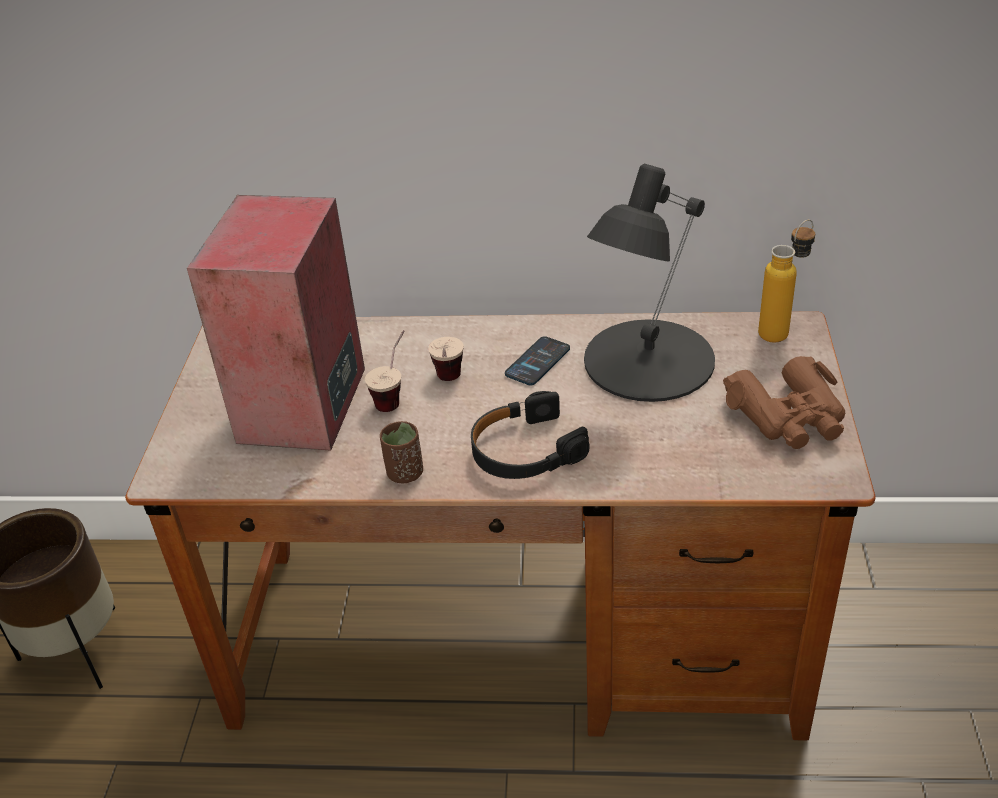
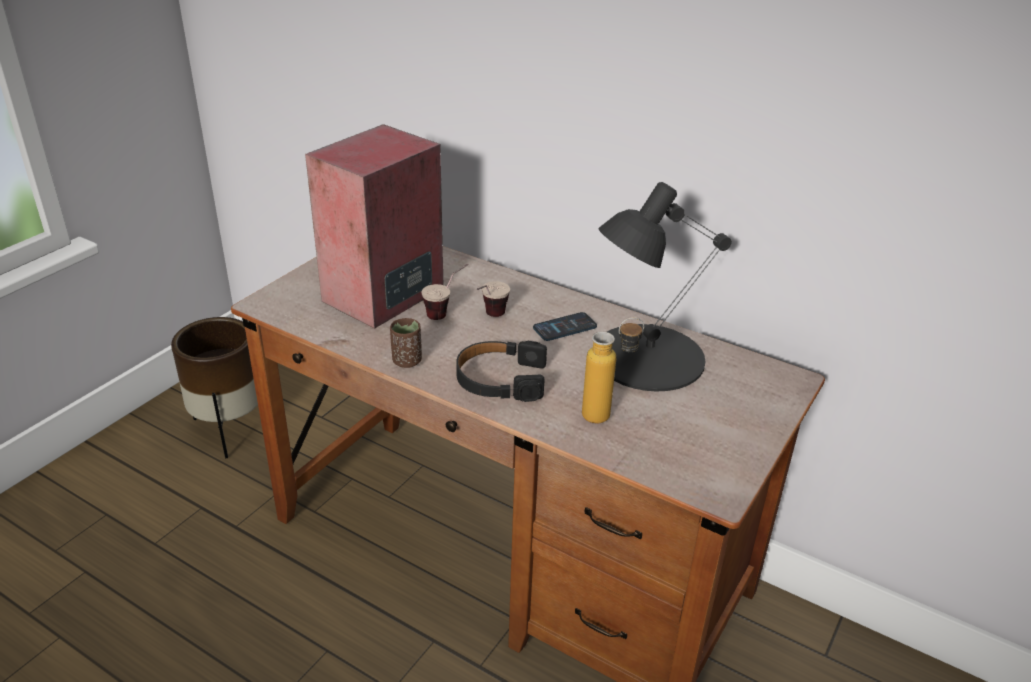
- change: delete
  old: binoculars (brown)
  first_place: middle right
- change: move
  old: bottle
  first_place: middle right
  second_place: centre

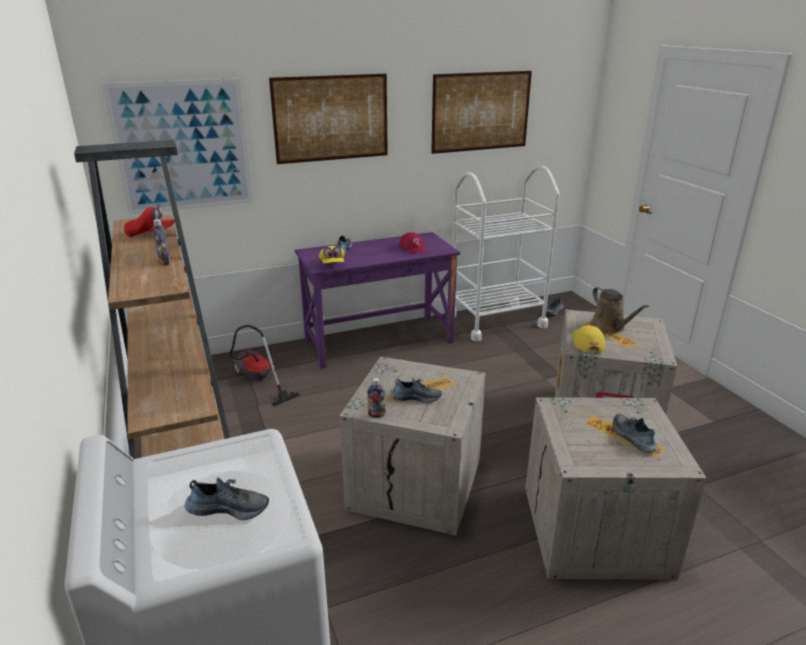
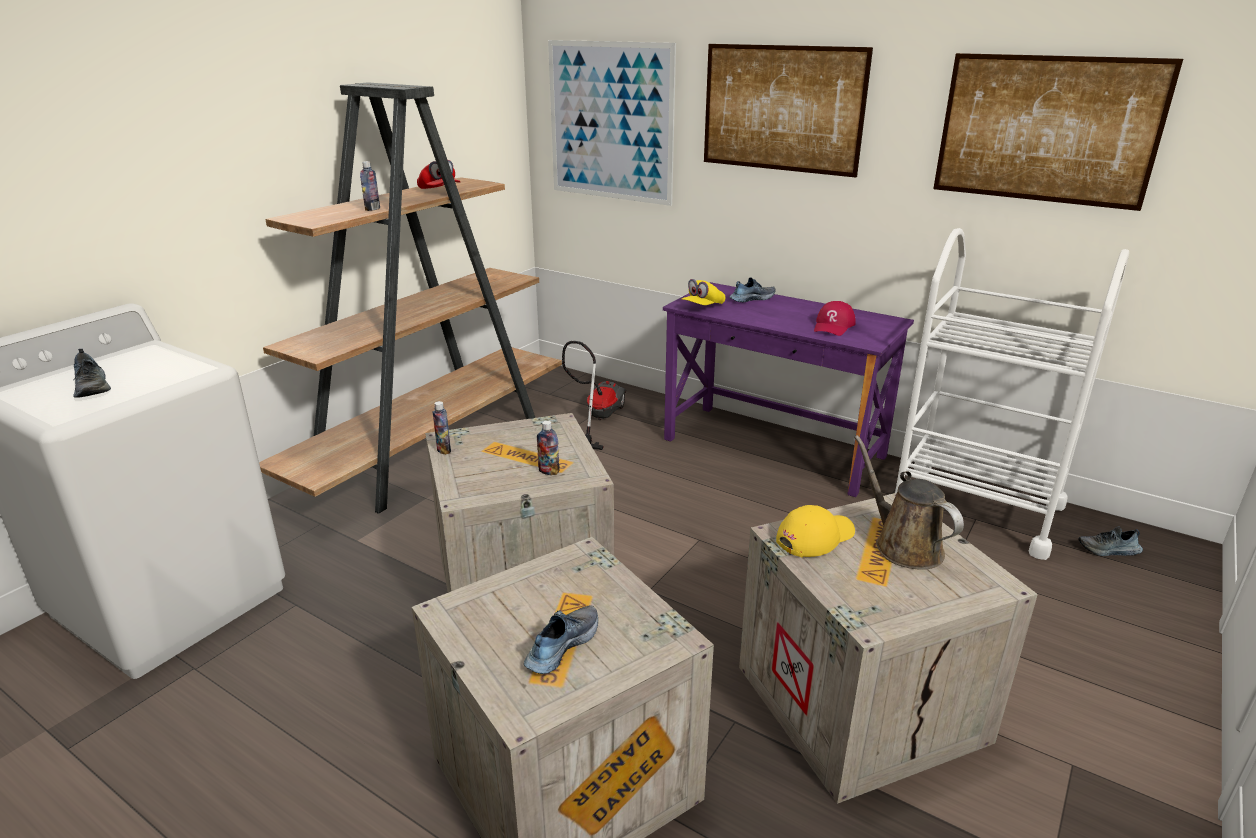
- change: delete
  old: shoe (3rd from left)
  first_place: centre
- change: rotate
  old: watering can (brown)
  first_place: middle right
  second_place: middle right
  degrees: 120
- change: insert
  new: bottle (3rd from left)
  second_place: centre

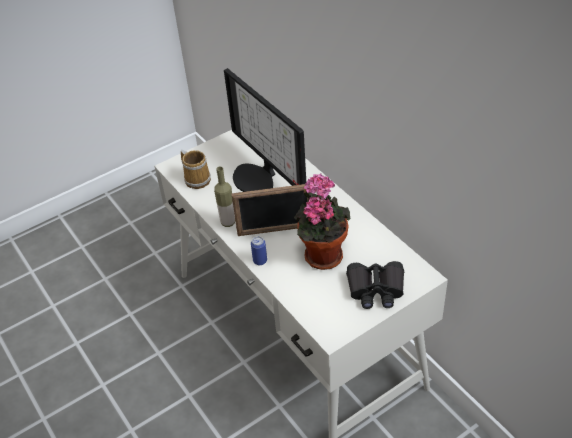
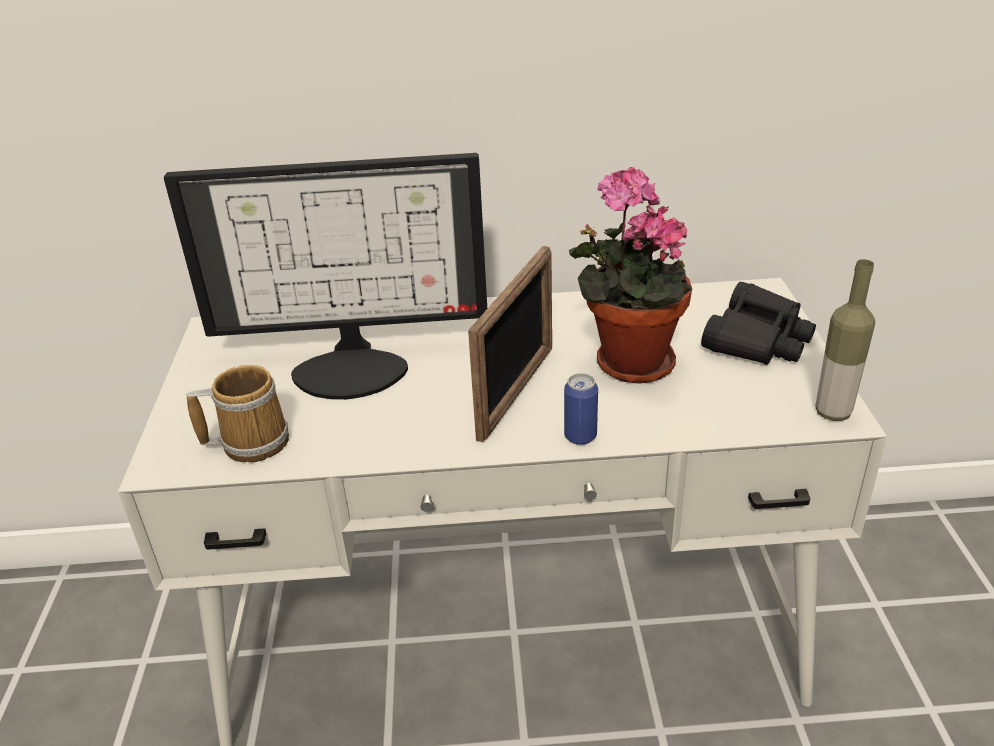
- change: move
  old: bottle
  first_place: centre
  second_place: middle right

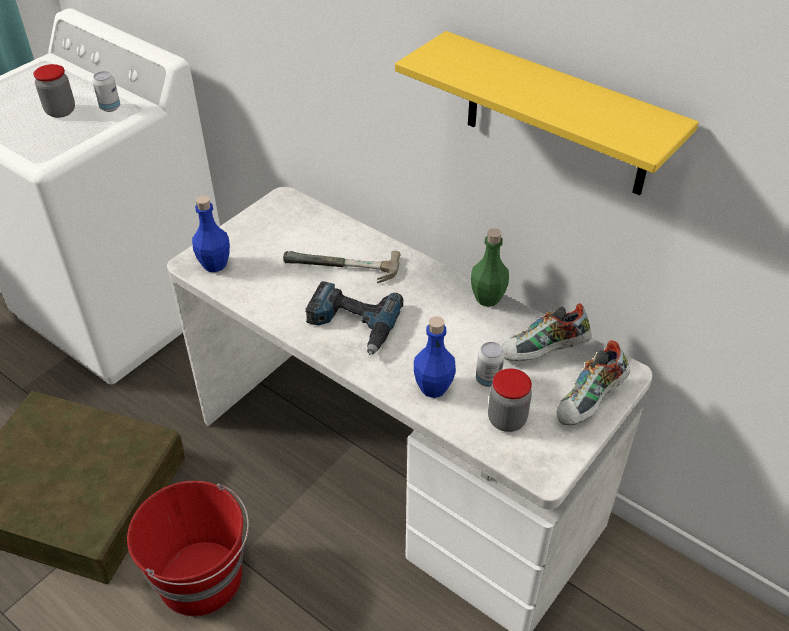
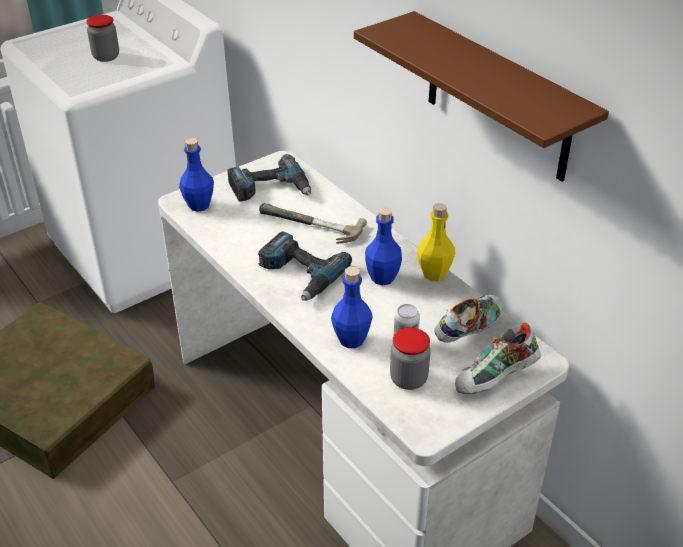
- change: delete
  old: can (1st from left)
  first_place: top left
- change: delete
  old: bucket (red)
  first_place: bottom left
- change: recolor
  old: shelf (yellow)
  new: shelf (brown)
  first_place: top right
  second_place: top right
- change: recolor
  old: bottle (green)
  new: bottle (yellow)
  first_place: centre
  second_place: centre
- change: rotate
  old: shoe (1st from left)
  first_place: middle right
  second_place: middle right
  degrees: 135
- change: insert
  new: power drill (1st from left)
  second_place: top centre
- change: insert
  new: bottle (blue) (3rd from left)
  second_place: centre

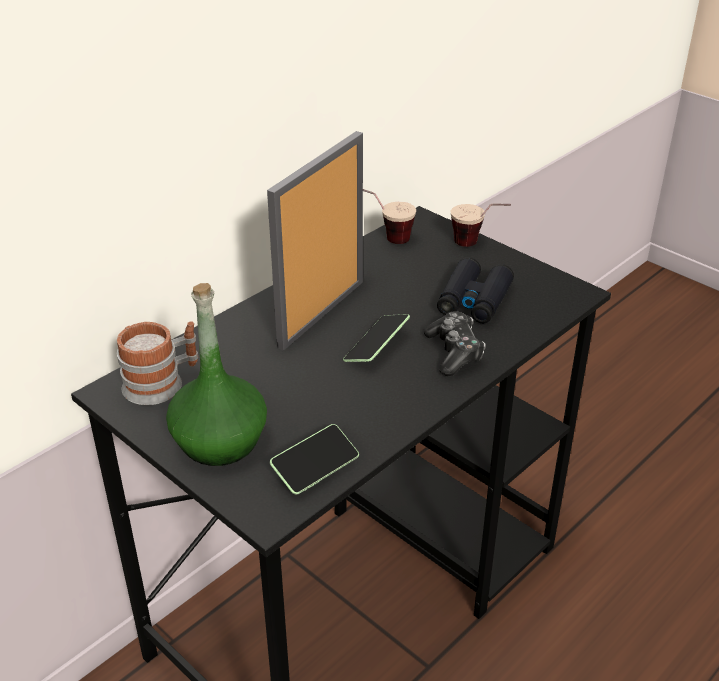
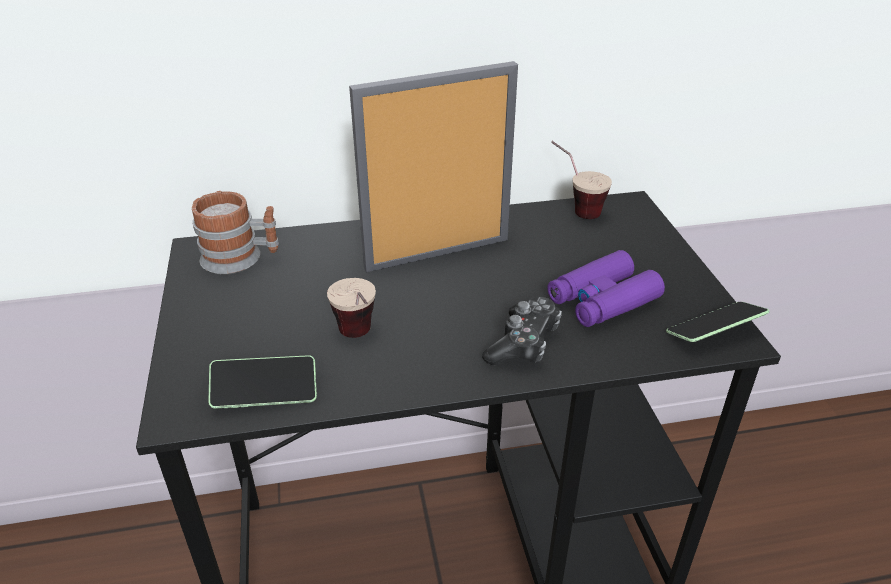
- change: delete
  old: bottle (green)
  first_place: middle left
- change: move
  old: phone (2nd from left)
  first_place: centre
  second_place: middle right
- change: recolor
  old: binoculars (black)
  new: binoculars (purple)
  first_place: centre
  second_place: middle right
- change: move
  old: cup (2nd from left in the first image)
  new: cup (1st from left)
  first_place: top right
  second_place: centre

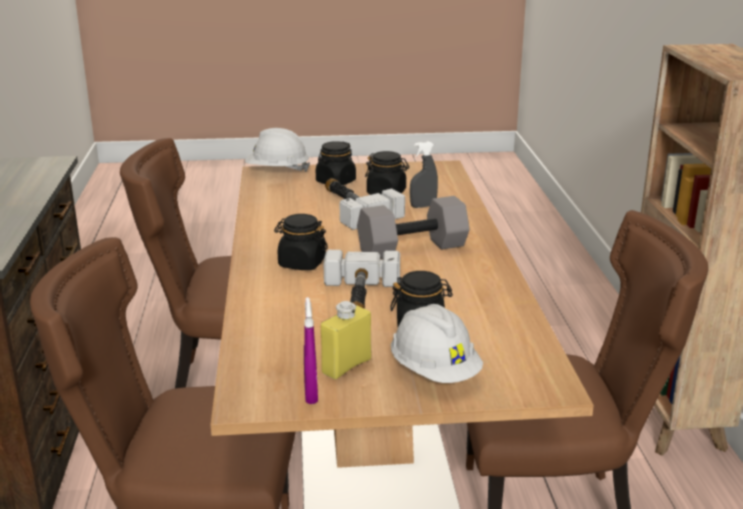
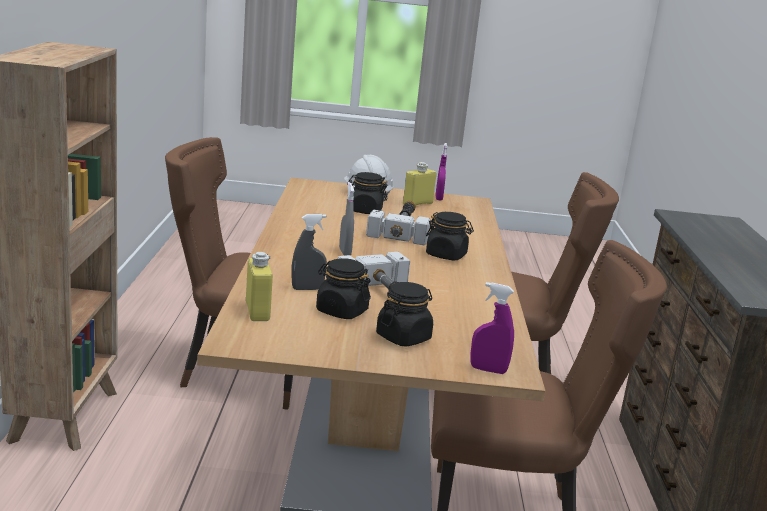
- change: replace
  old: hard hat (white) (1st from left)
  new: spray bottle (purple) (2nd from left)
  first_place: top centre
  second_place: centre
- change: replace
  old: dumbbell (grey)
  new: spray bottle (grey) (2nd from left)
  first_place: centre
  second_place: centre
- change: insert
  new: bottle (yellow) (1st from left)
  second_place: centre

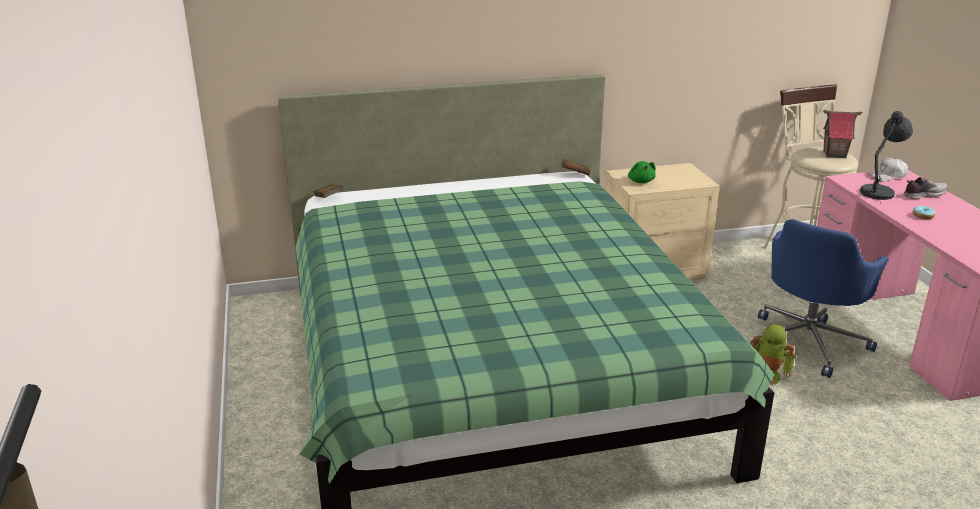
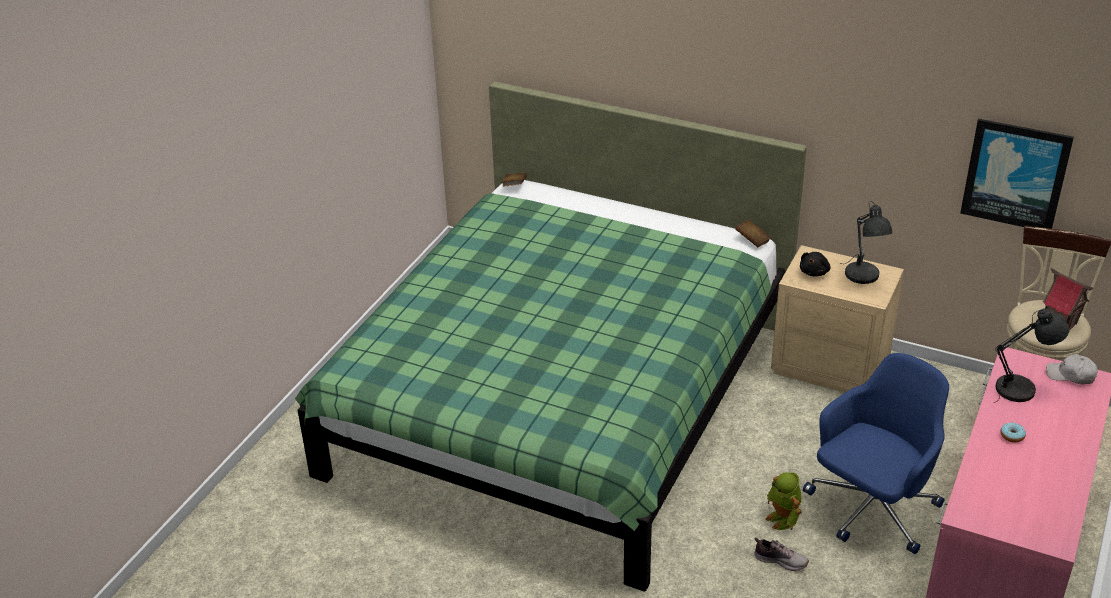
- change: recolor
  old: plush toy (green)
  new: plush toy (black)
  first_place: centre
  second_place: middle right
- change: rotate
  old: office chair (blue)
  first_place: middle right
  second_place: bottom right
  degrees: 150
- change: move
  old: shoe
  first_place: middle right
  second_place: bottom right
- change: insert
  new: table lamp (grey) (1st from left)
  second_place: middle right
- change: insert
  new: picture
  second_place: top right

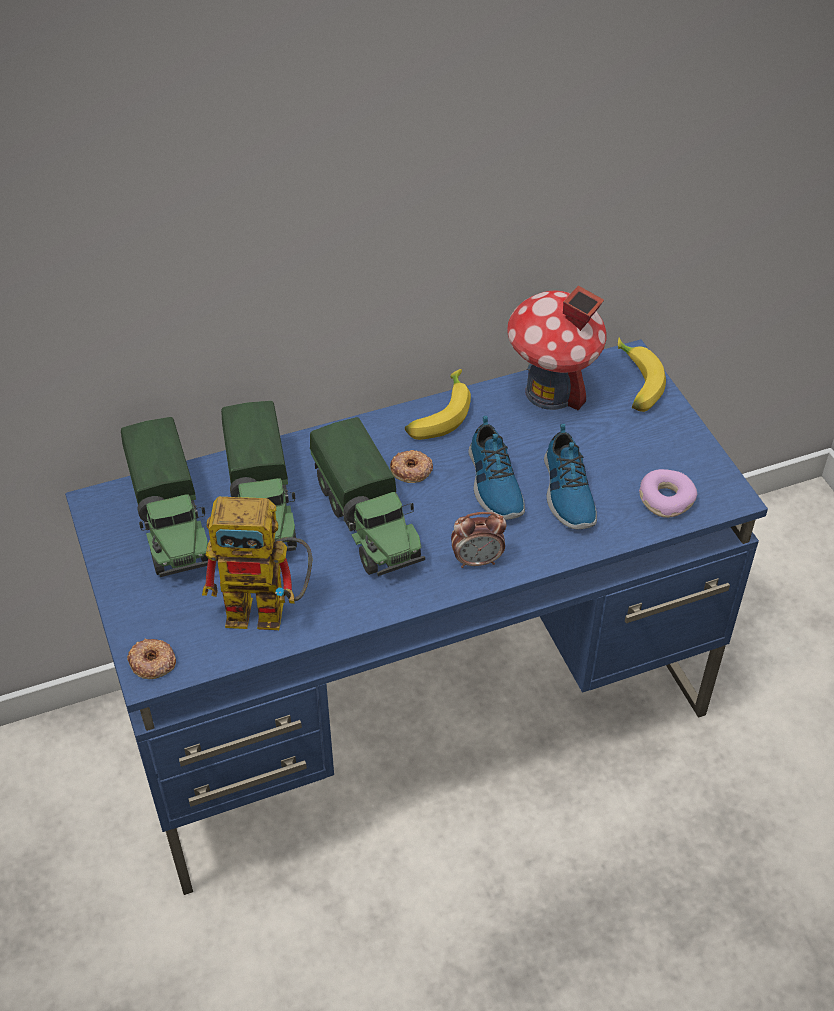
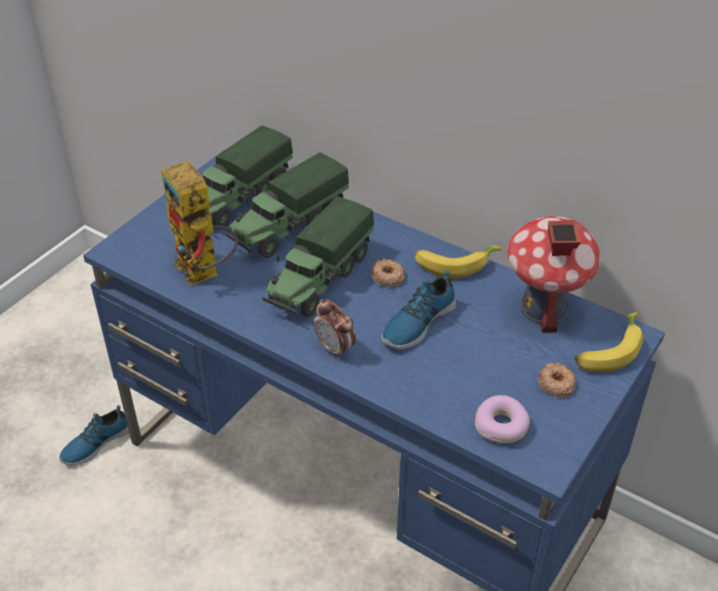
- change: move
  old: donut (1st from left in the first image)
  new: donut (3rd from left)
  first_place: middle left
  second_place: middle right
- change: move
  old: shoe (2nd from left in the first image)
  new: shoe (1st from left)
  first_place: middle right
  second_place: bottom left

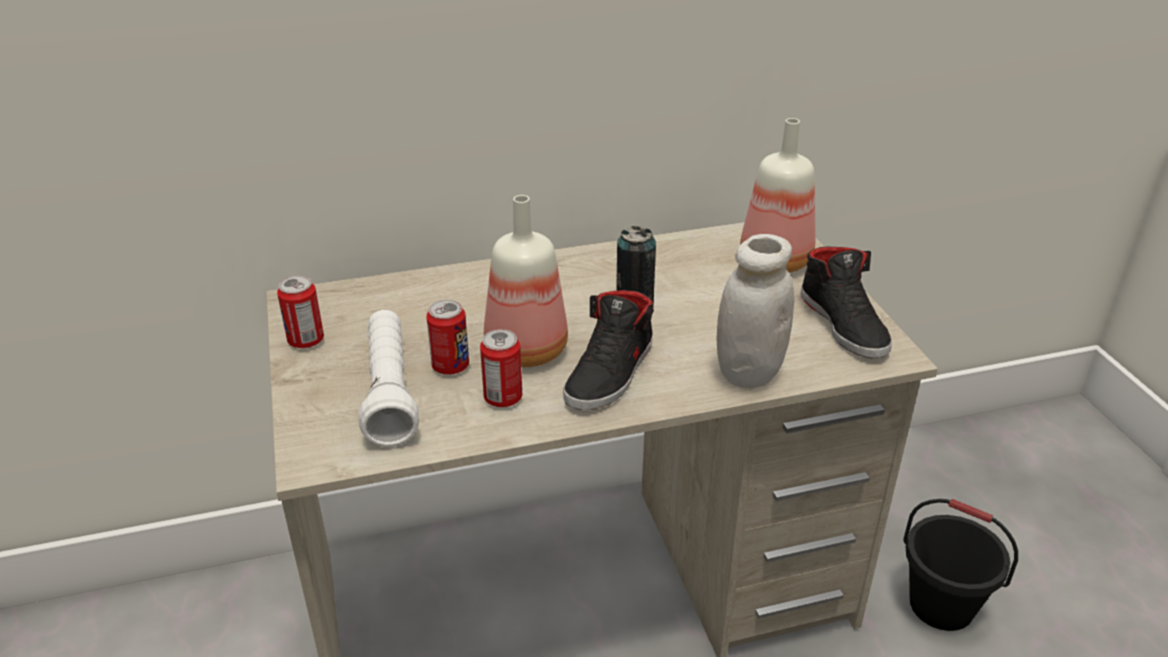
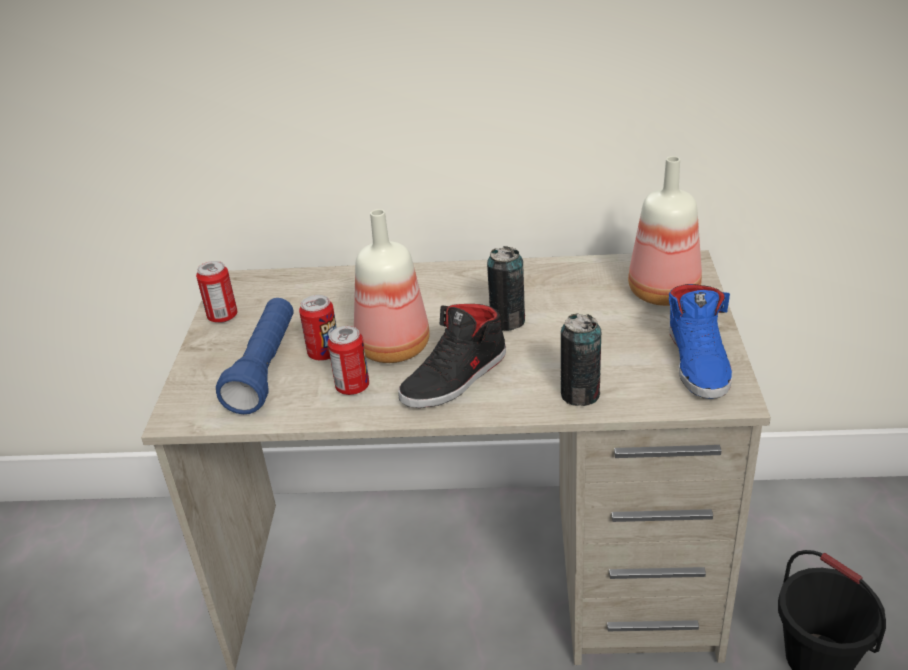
- change: recolor
  old: flashlight (white)
  new: flashlight (blue)
  first_place: middle left
  second_place: middle left
- change: replace
  old: jar (white)
  new: can (5th from left)
  first_place: centre
  second_place: centre
- change: recolor
  old: shoe (black) (2nd from left)
  new: shoe (blue)
  first_place: middle right
  second_place: middle right

